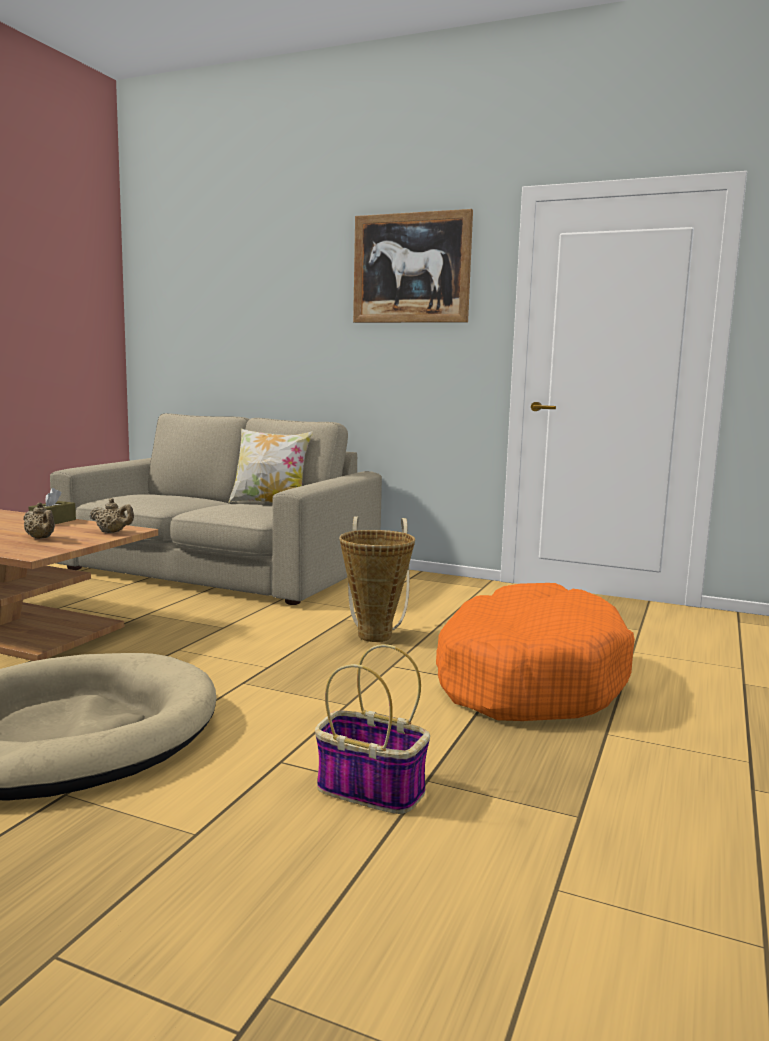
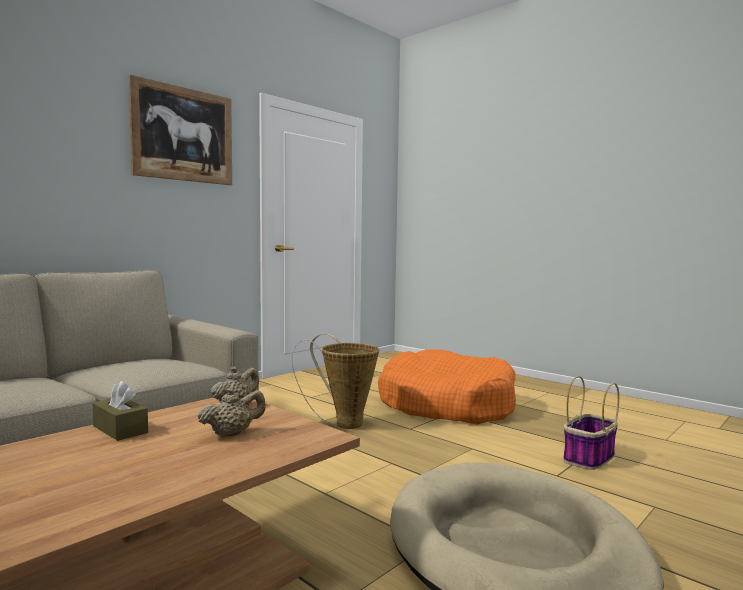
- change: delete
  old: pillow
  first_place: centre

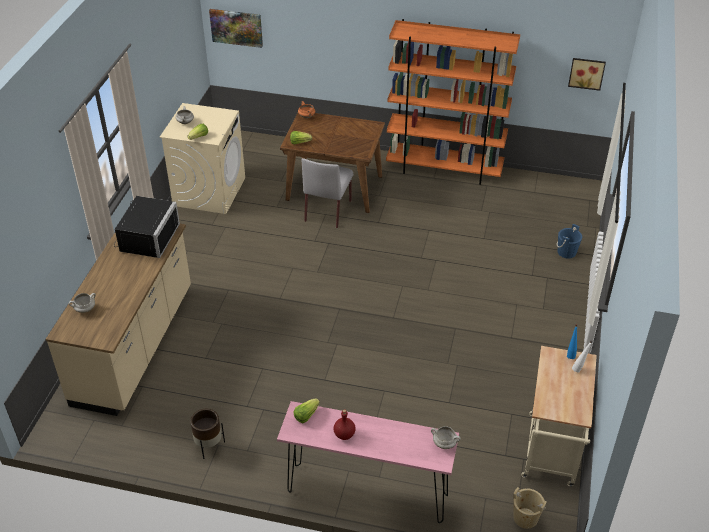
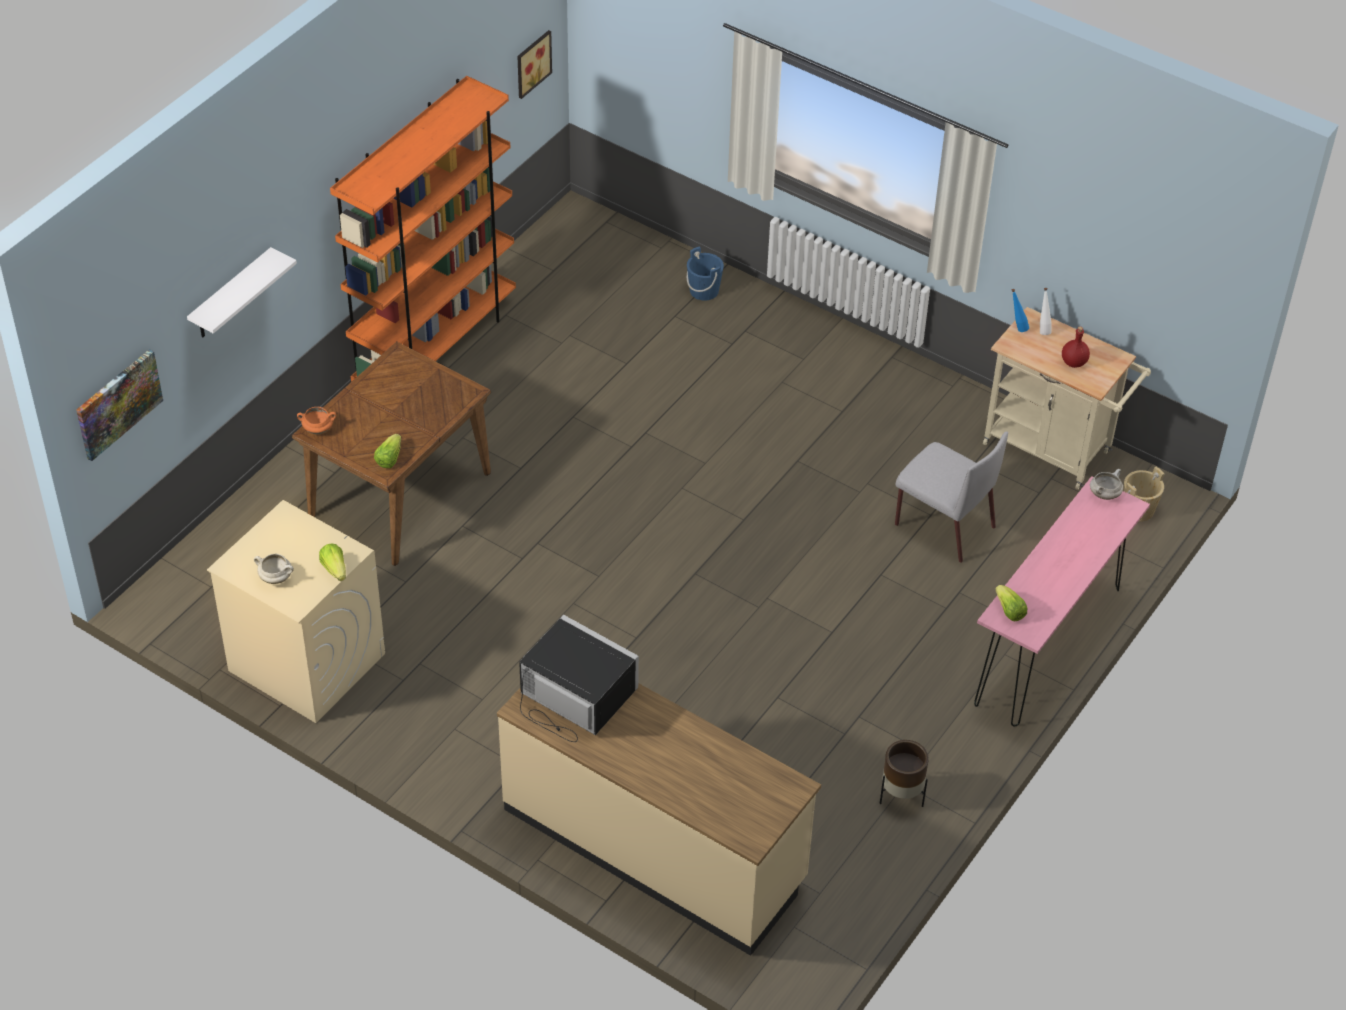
- change: delete
  old: cooking pot (white) (1st from left)
  first_place: middle left
- change: move
  old: chair (grey)
  first_place: centre
  second_place: middle right
- change: move
  old: bottle (red)
  first_place: bottom centre
  second_place: middle right
- change: insert
  new: shelf (white)
  second_place: top left

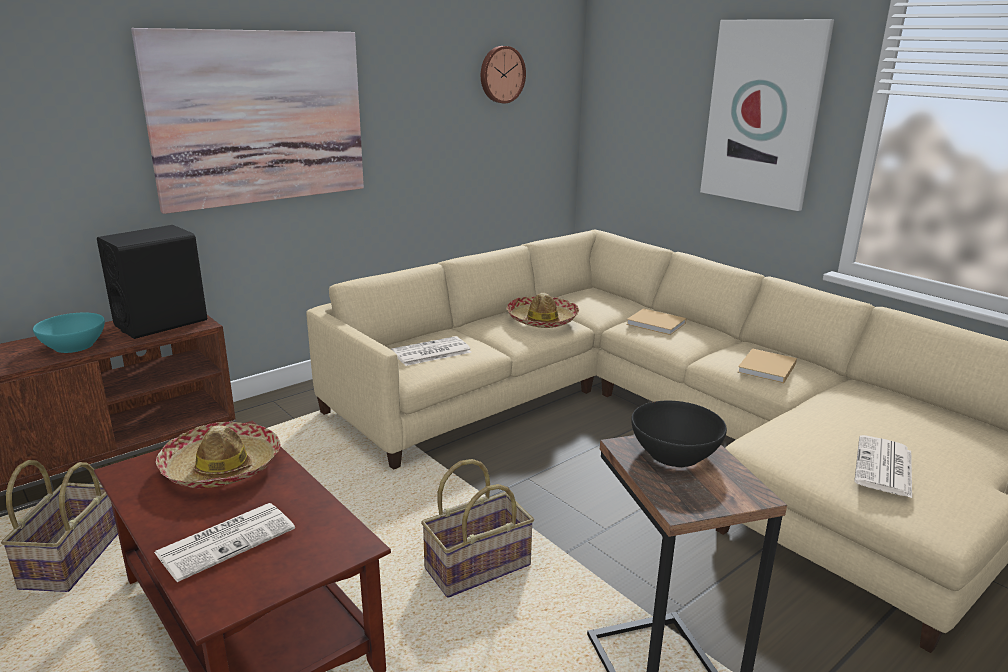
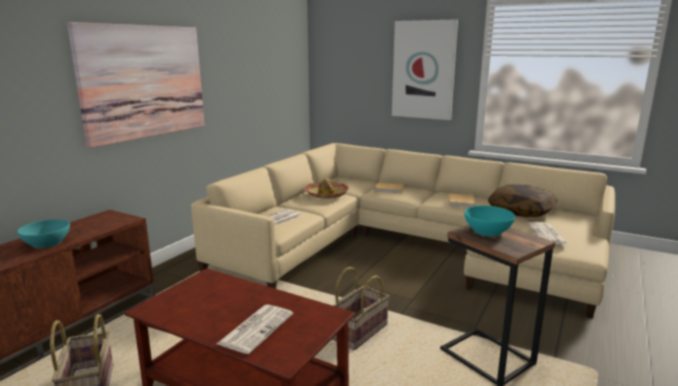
- change: delete
  old: speaker (black)
  first_place: middle left
- change: delete
  old: hat (1st from left)
  first_place: bottom left
- change: delete
  old: wall clock
  first_place: top centre
- change: recolor
  old: bowl (black)
  new: bowl (turquoise) (2nd from left)
  first_place: middle right
  second_place: middle right
- change: insert
  new: pillow
  second_place: middle right

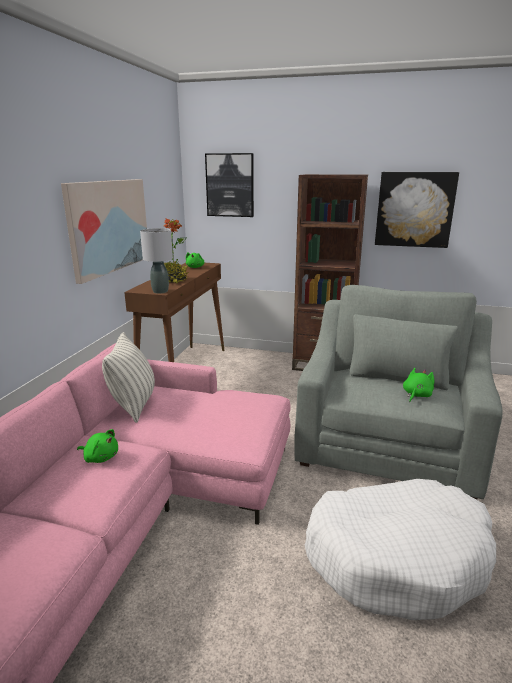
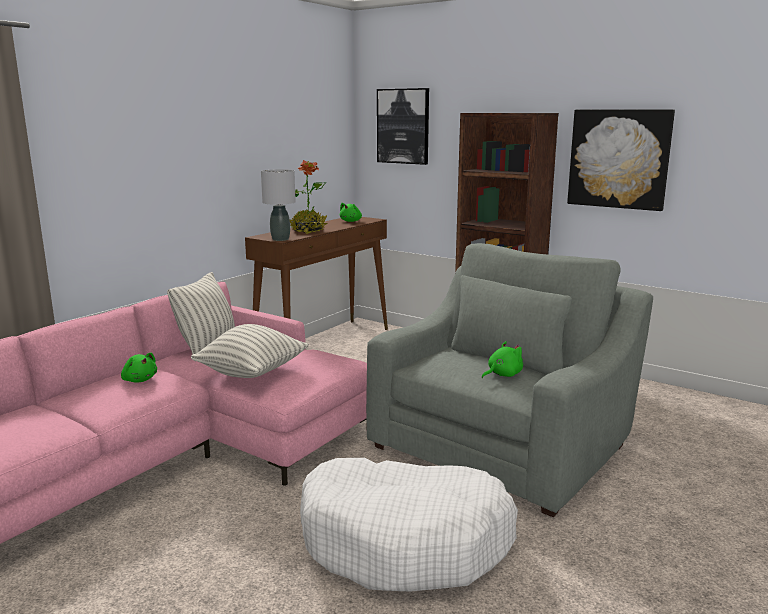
- change: delete
  old: picture (1st from left)
  first_place: middle left
- change: insert
  new: pillow (2nd from left)
  second_place: middle left

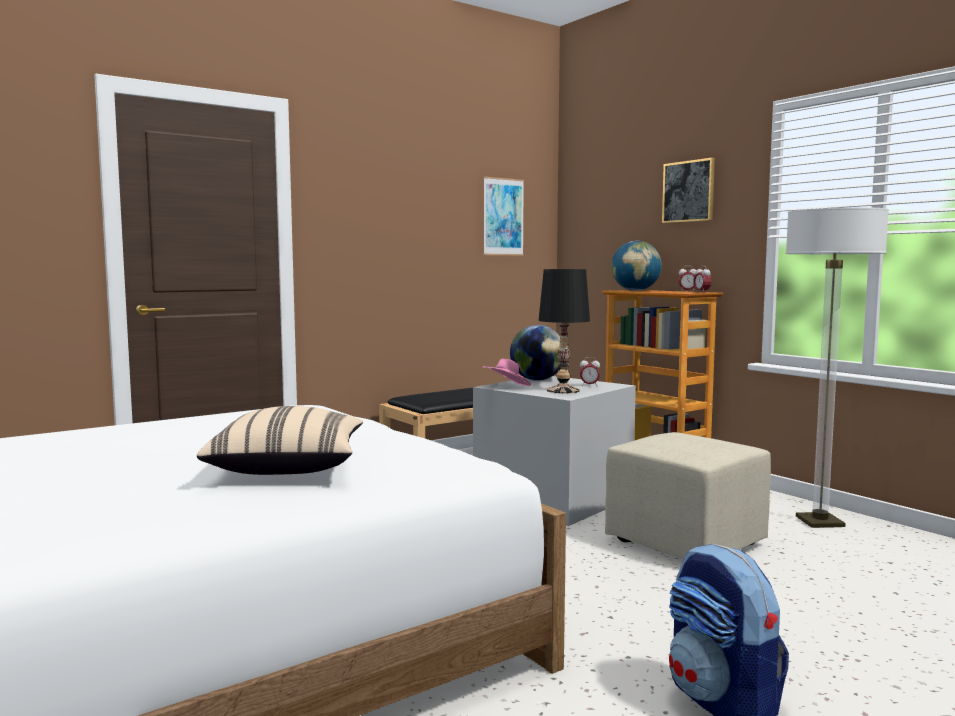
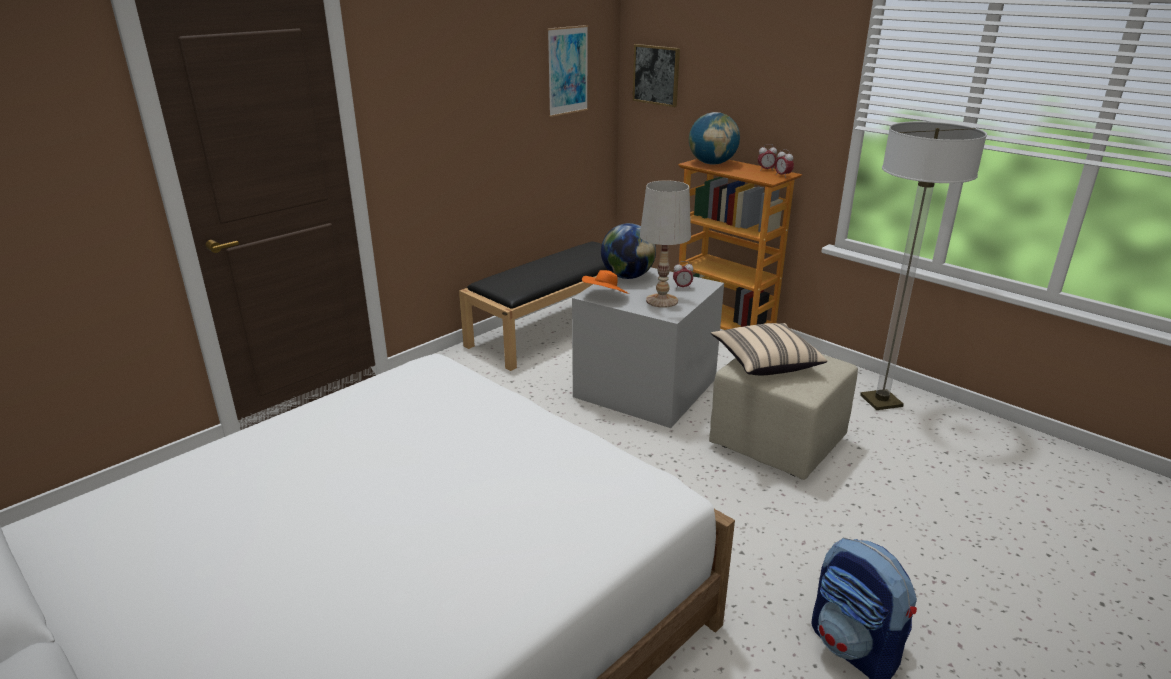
- change: move
  old: pillow (beige)
  first_place: middle left
  second_place: centre
- change: recolor
  old: hat (pink)
  new: hat (orange)
  first_place: centre
  second_place: centre
- change: recolor
  old: table lamp (black)
  new: table lamp (white)
  first_place: centre
  second_place: centre
- change: move
  old: picture (2nd from left)
  first_place: top right
  second_place: top centre

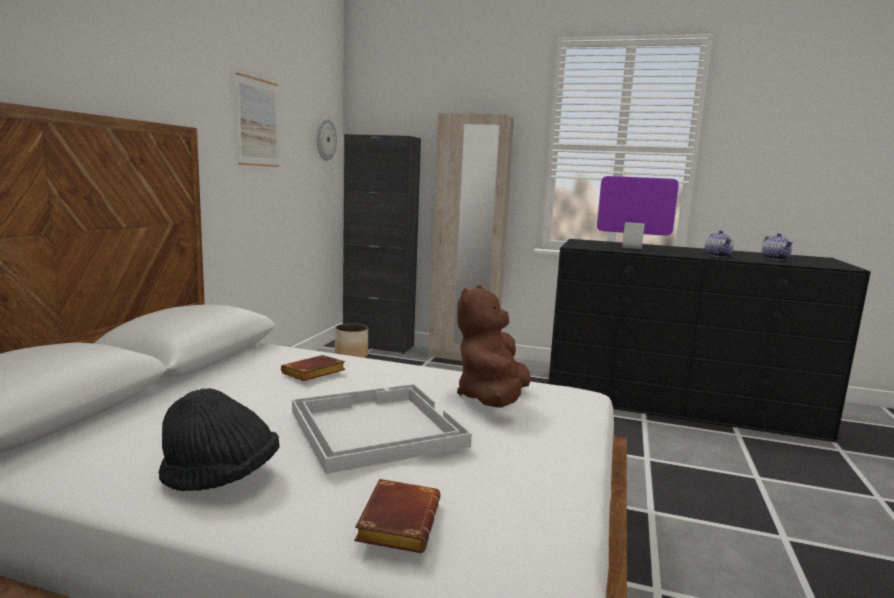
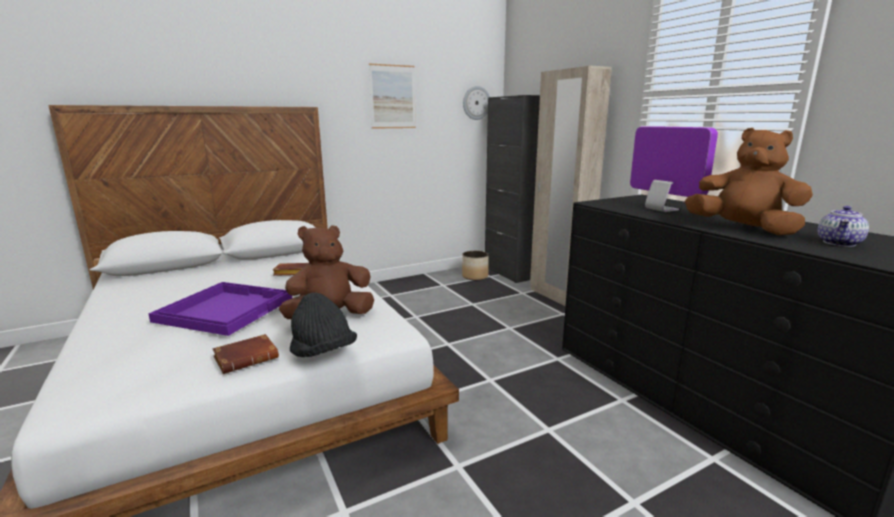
- change: move
  old: hat (black)
  first_place: bottom left
  second_place: centre
- change: recolor
  old: tray (white)
  new: tray (purple)
  first_place: bottom centre
  second_place: middle left
- change: move
  old: book (brown) (2nd from left in the first image)
  new: book (brown) (1st from left)
  first_place: bottom centre
  second_place: bottom left
- change: replace
  old: teapot (1st from left)
  new: plush toy (brown) (2nd from left)
  first_place: middle right
  second_place: middle right

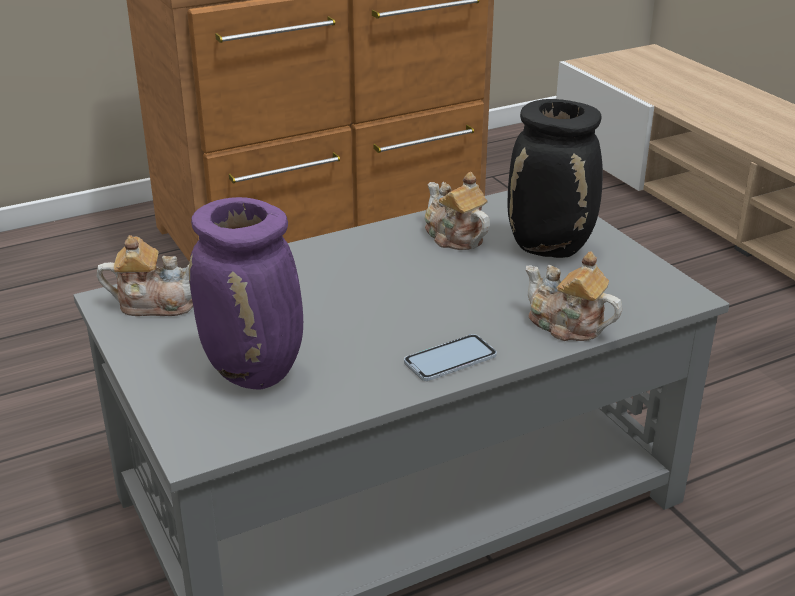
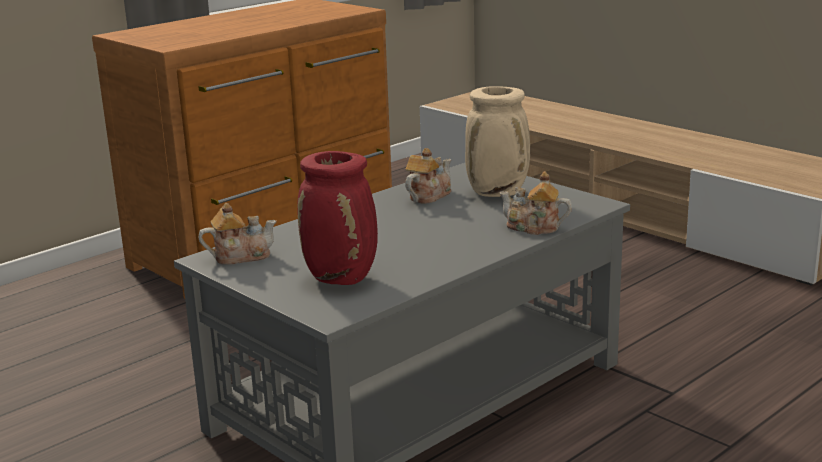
- change: recolor
  old: vase (purple)
  new: vase (red)
  first_place: middle left
  second_place: centre
- change: delete
  old: phone
  first_place: centre
- change: rotate
  old: teapot (2nd from left)
  first_place: centre
  second_place: centre
  degrees: 90
- change: recolor
  old: vase (black)
  new: vase (beige)
  first_place: top right
  second_place: top centre

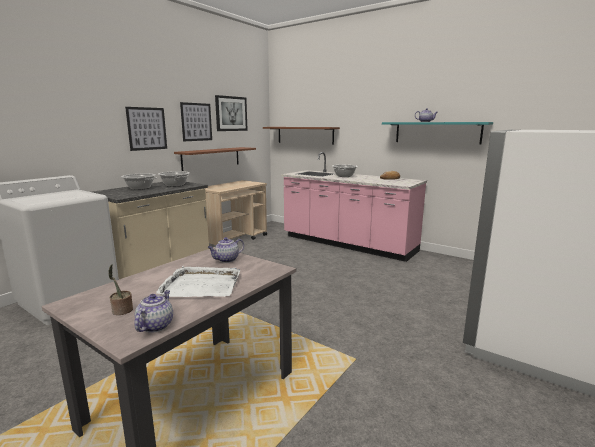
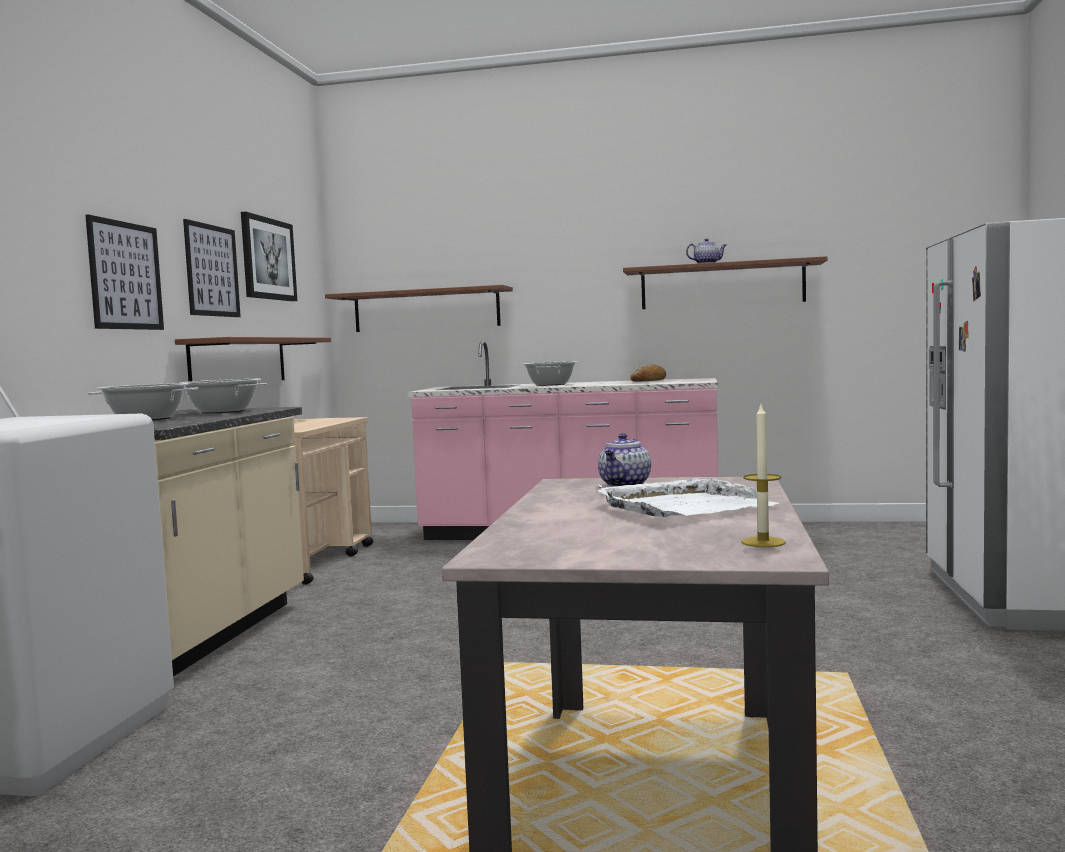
- change: delete
  old: potted plant
  first_place: middle left
- change: replace
  old: teapot (1st from left)
  new: candle
  first_place: bottom left
  second_place: middle right
- change: recolor
  old: shelf (turquoise)
  new: shelf (brown) (3rd from left)
  first_place: top right
  second_place: top right

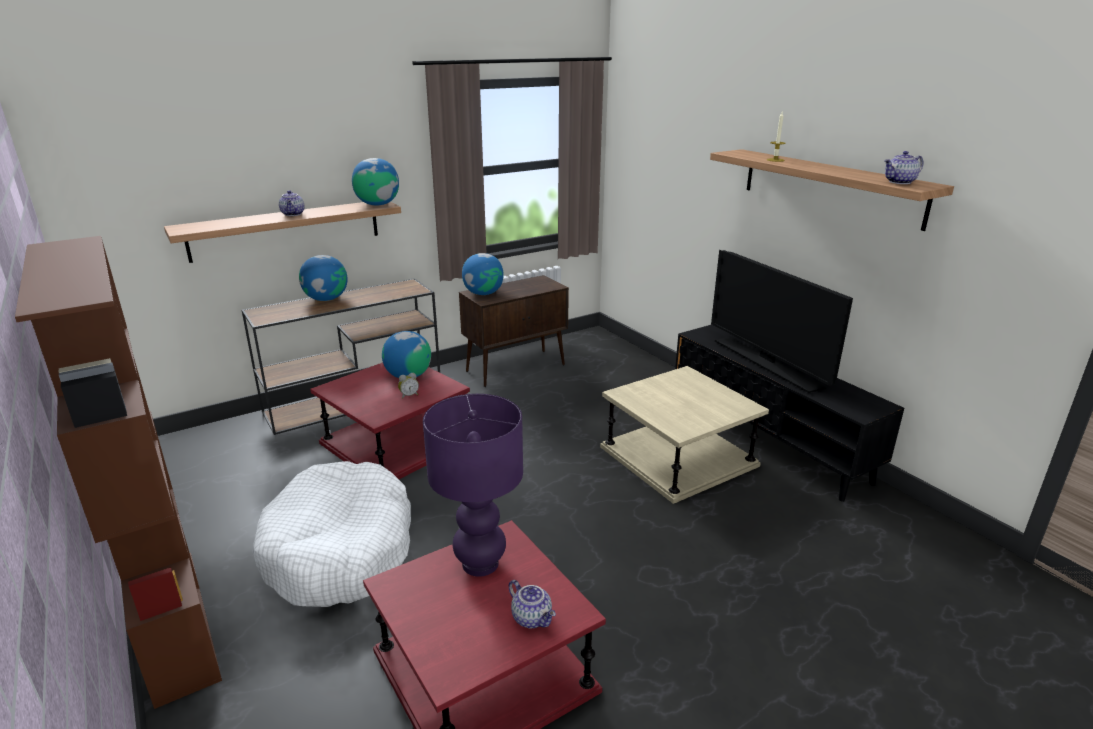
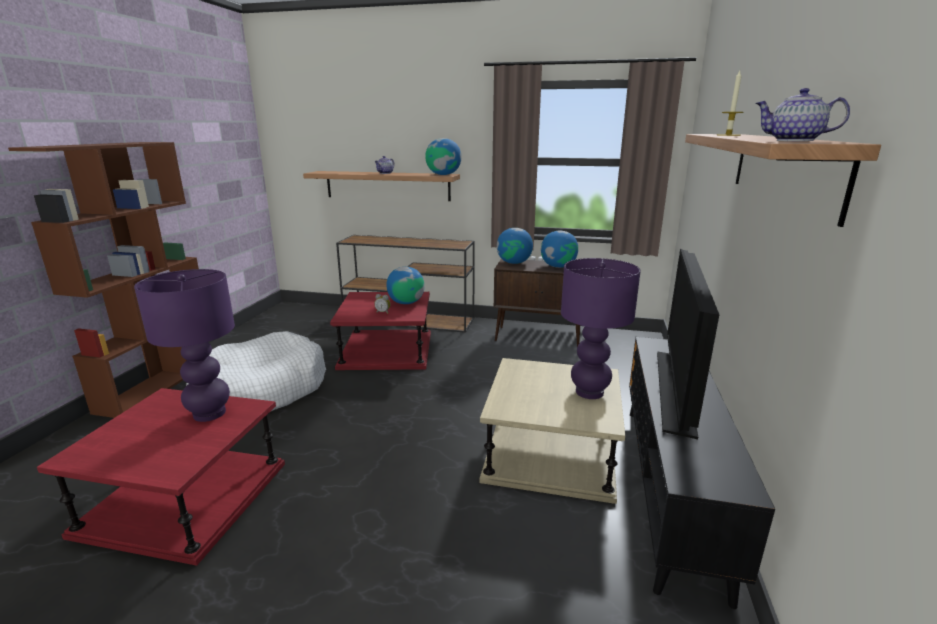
- change: move
  old: globe (1st from left in the first image)
  new: globe (4th from left)
  first_place: middle left
  second_place: centre
- change: delete
  old: teapot (2nd from left)
  first_place: bottom centre
- change: insert
  new: table lamp (purple) (2nd from left)
  second_place: centre

